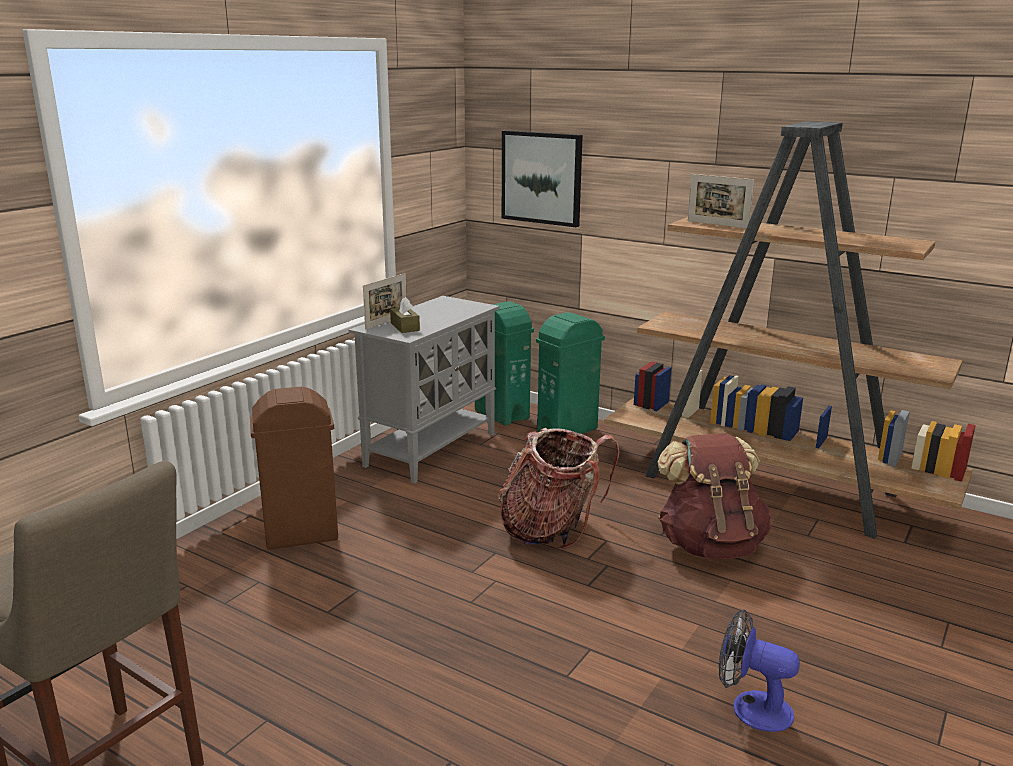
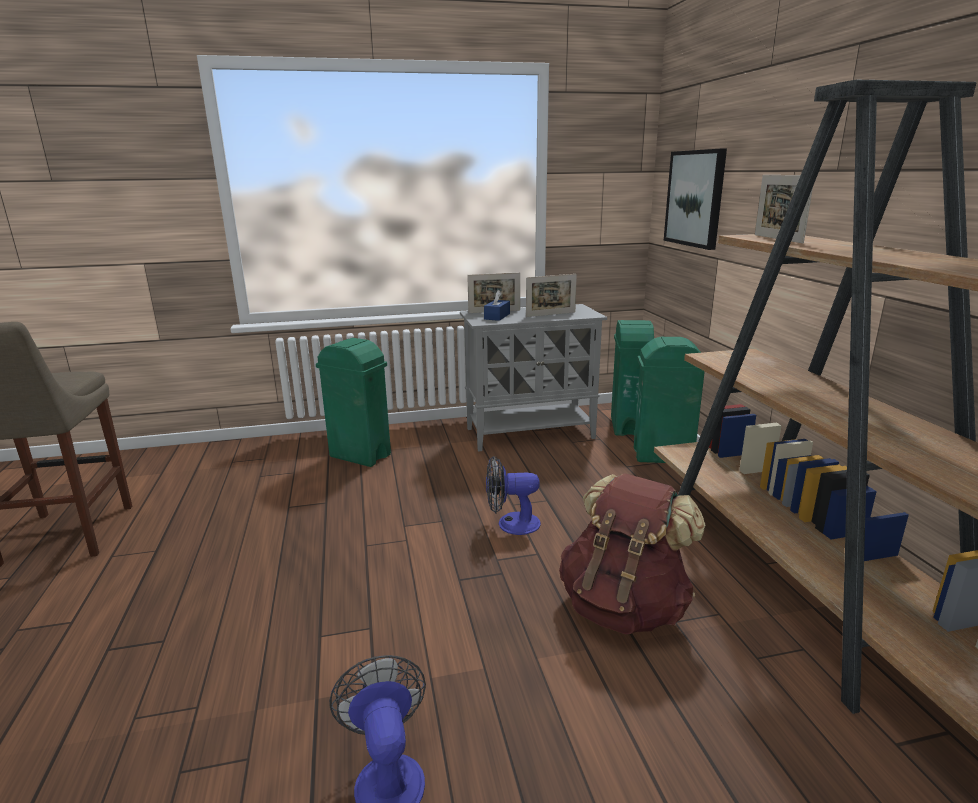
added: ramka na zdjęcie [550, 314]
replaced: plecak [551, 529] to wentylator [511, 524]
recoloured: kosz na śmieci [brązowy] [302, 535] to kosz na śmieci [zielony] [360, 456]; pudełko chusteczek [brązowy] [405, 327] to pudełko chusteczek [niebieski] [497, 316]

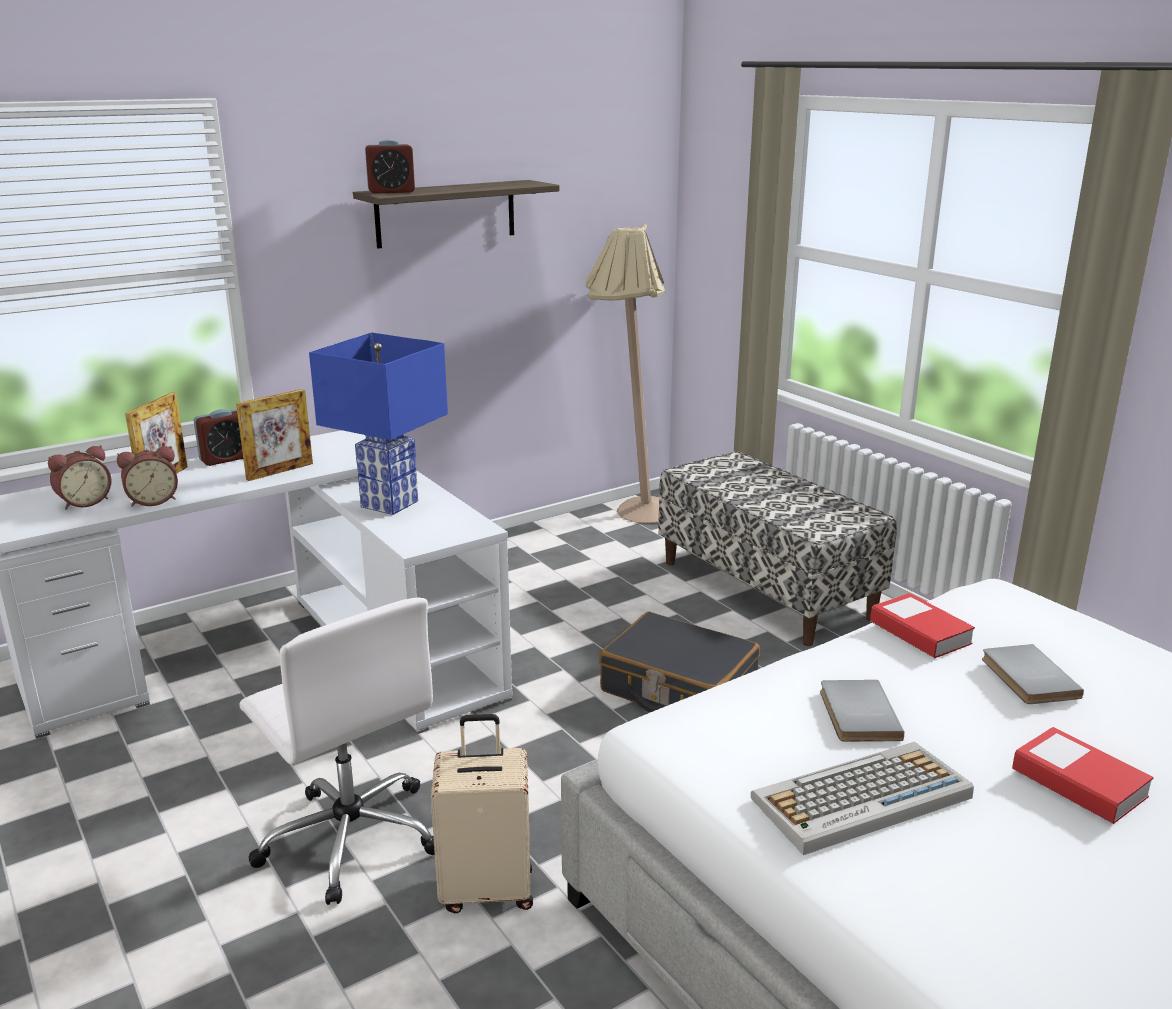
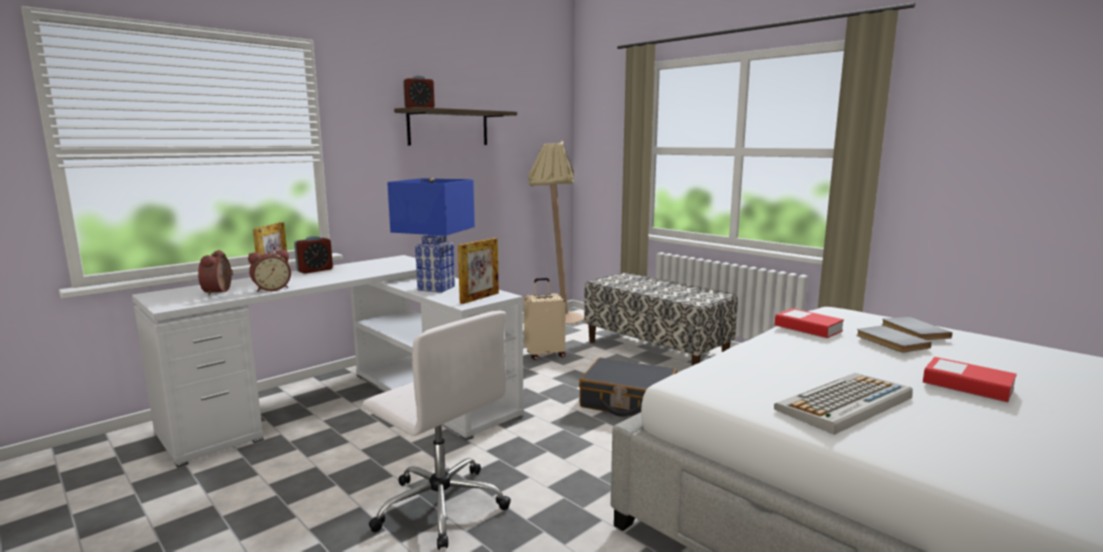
moved: ramka na zdjęcie [280, 471] to [479, 298]; walizka [beżowy] [487, 889] to [544, 354]; książka [szary] [856, 714] to [912, 331]
turned: budzik [84, 502] = [220, 291] 135 degrees clockwise

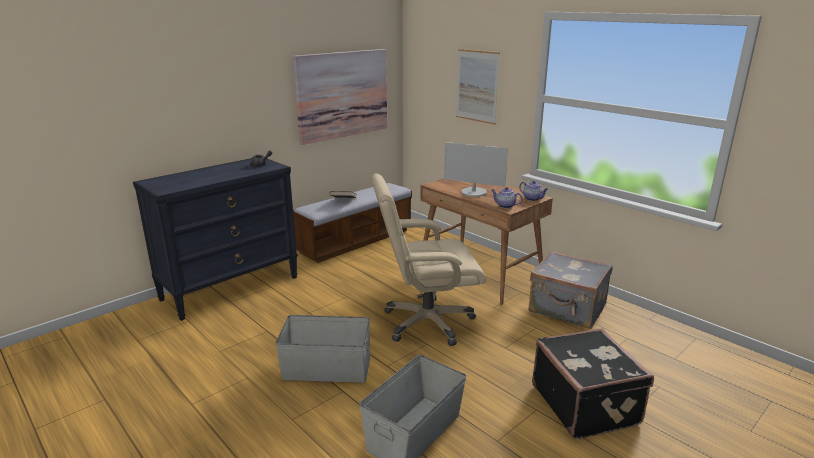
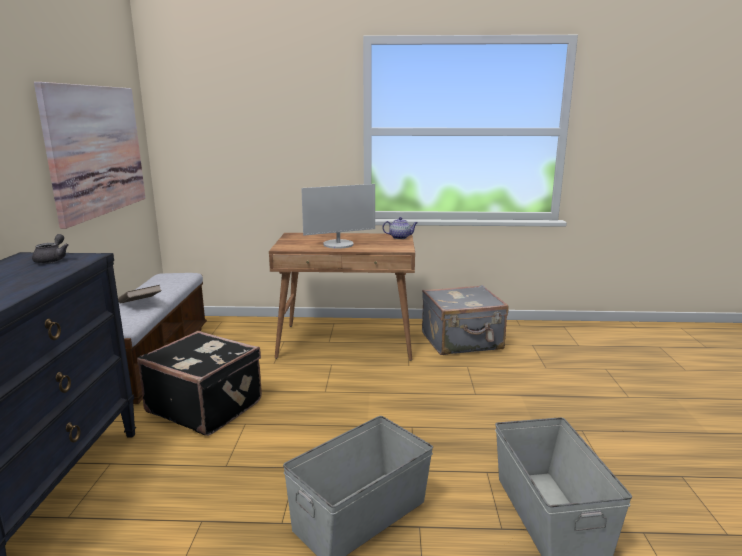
removed: krzesło biurowe [beżowy] [426, 322]; obraz [477, 86]; imbryk [505, 206]
moved: walizka [czarny] [586, 404] to [206, 406]

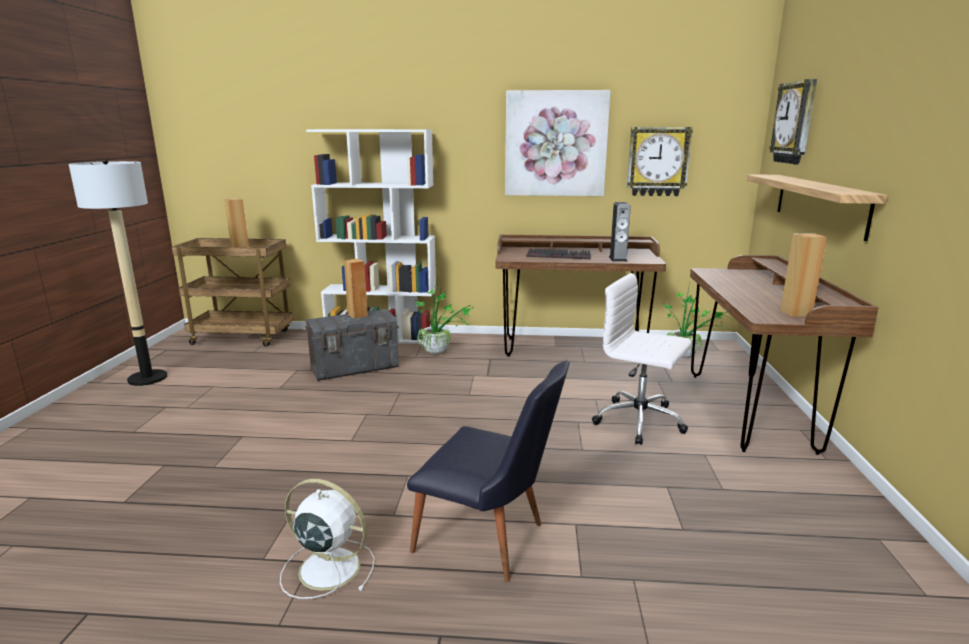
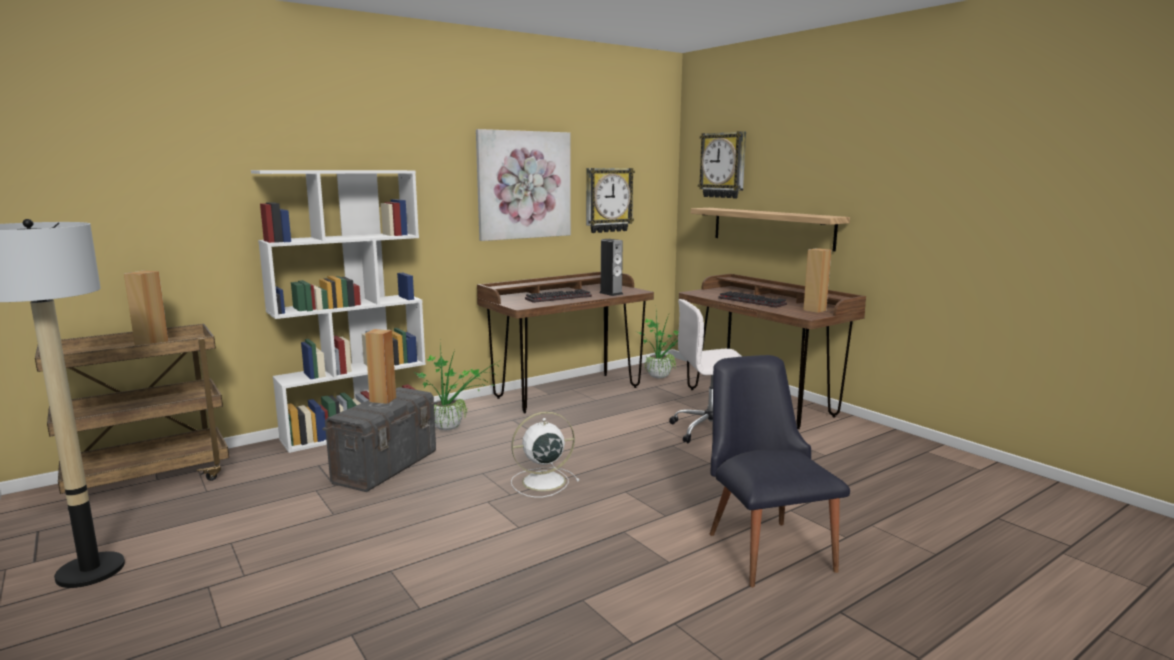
added: klawiatura [753, 301]
moved: wentylator [biały] [327, 567] to [541, 482]
turned: krzesło [czarny] [490, 542] = [764, 545] 90 degrees counterclockwise

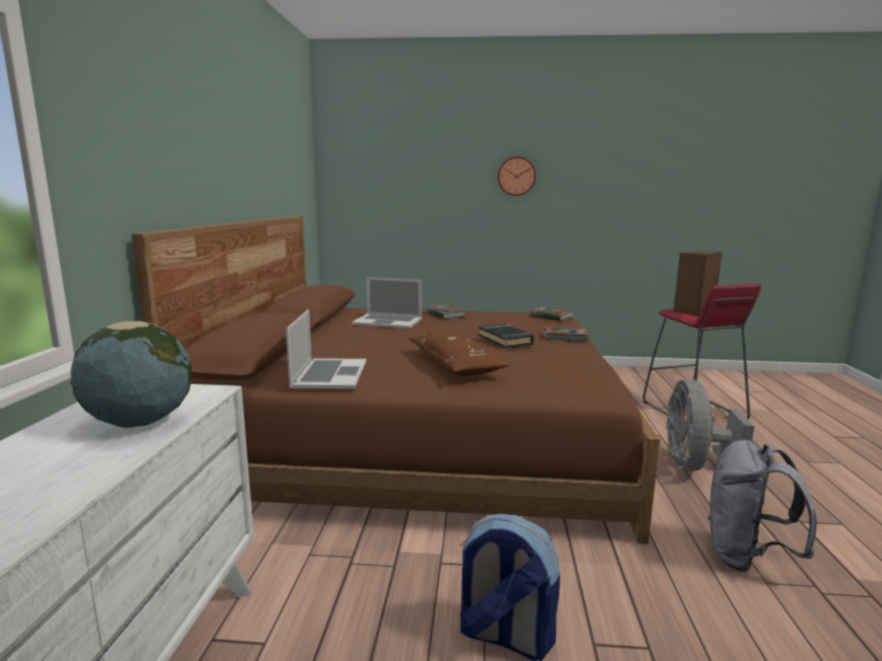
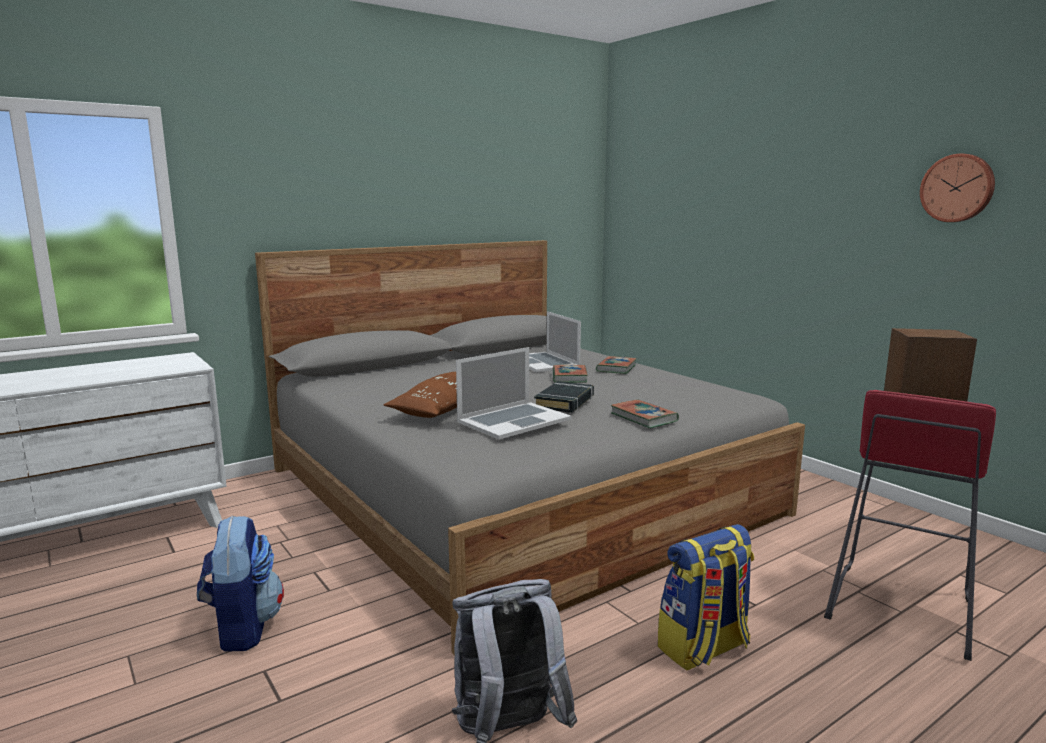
removed: globus [139, 422]
moved: laptop [329, 374] to [513, 420]; zegar ścienny [516, 176] to [957, 188]; książka [551, 316] to [569, 377]
replaced: wentylator [szary] [694, 465] to plecak [704, 648]
recoloured: łóżko [brązowy] [423, 434] to łóżko [szary] [515, 490]

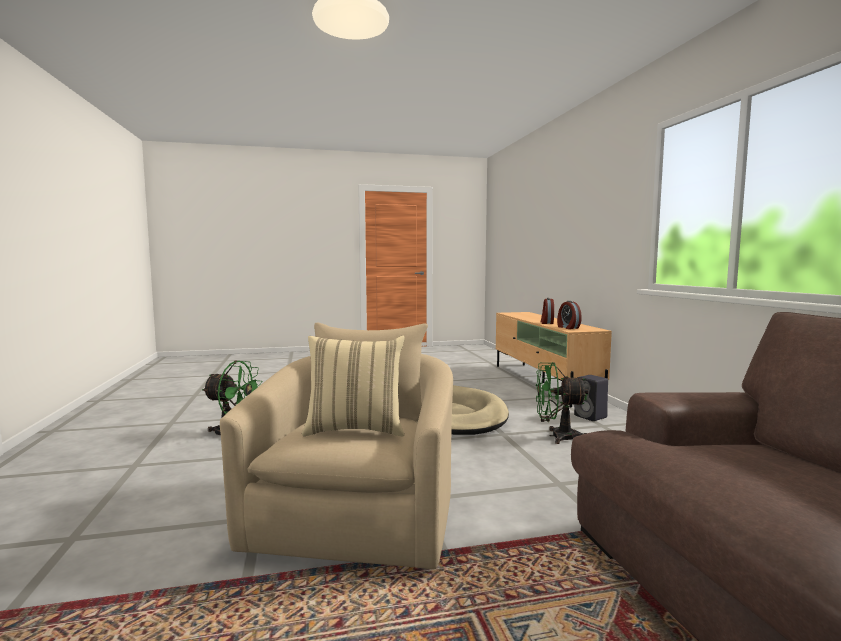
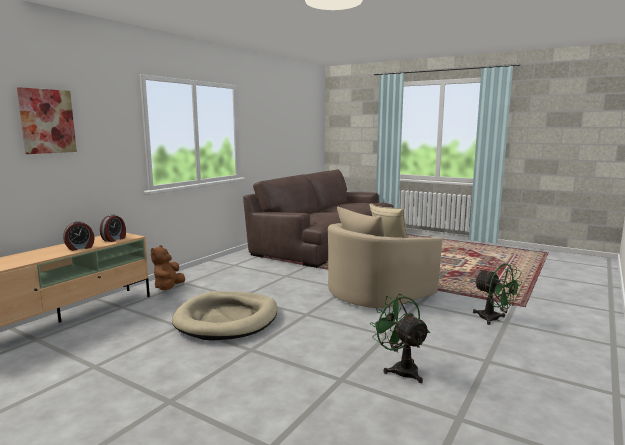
added: obraz [47, 121]
moved: wentylator [zielony] [557, 436] to [494, 319]
replaced: głośnik [czarny] [591, 417] to pluszak [brązowy] [168, 288]

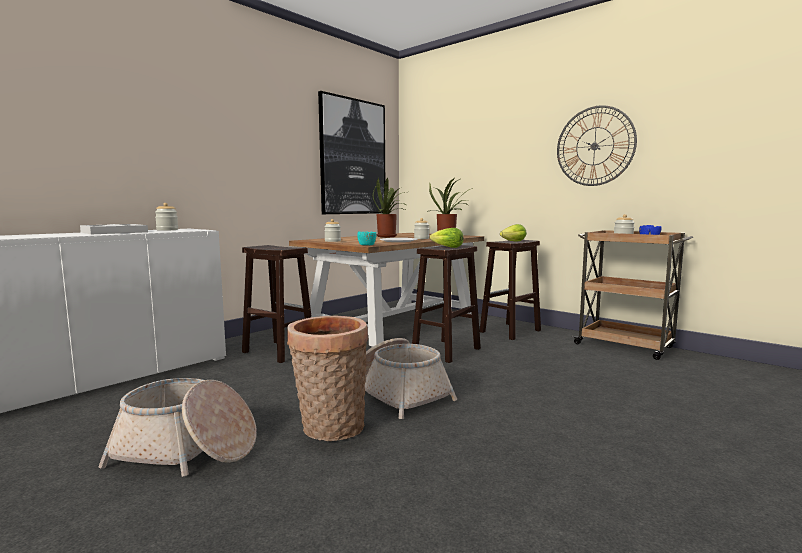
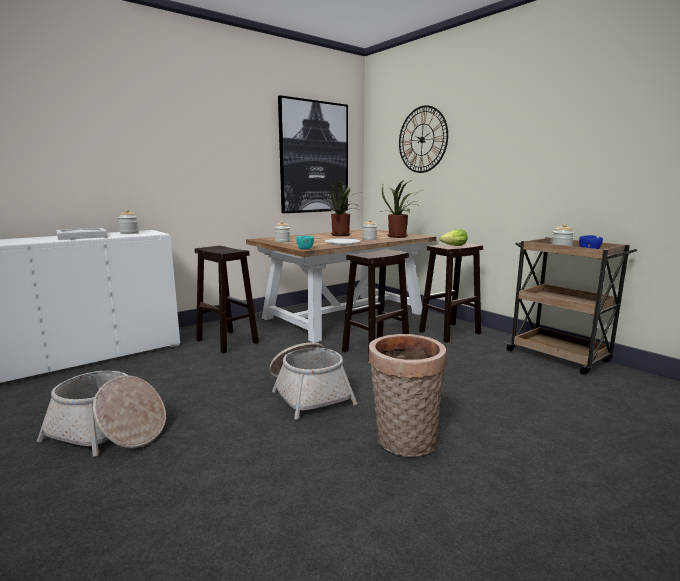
removed: sałata [447, 247]
moved: koszyk [330, 429] to [403, 442]; zegar ścienny [594, 146] to [422, 139]

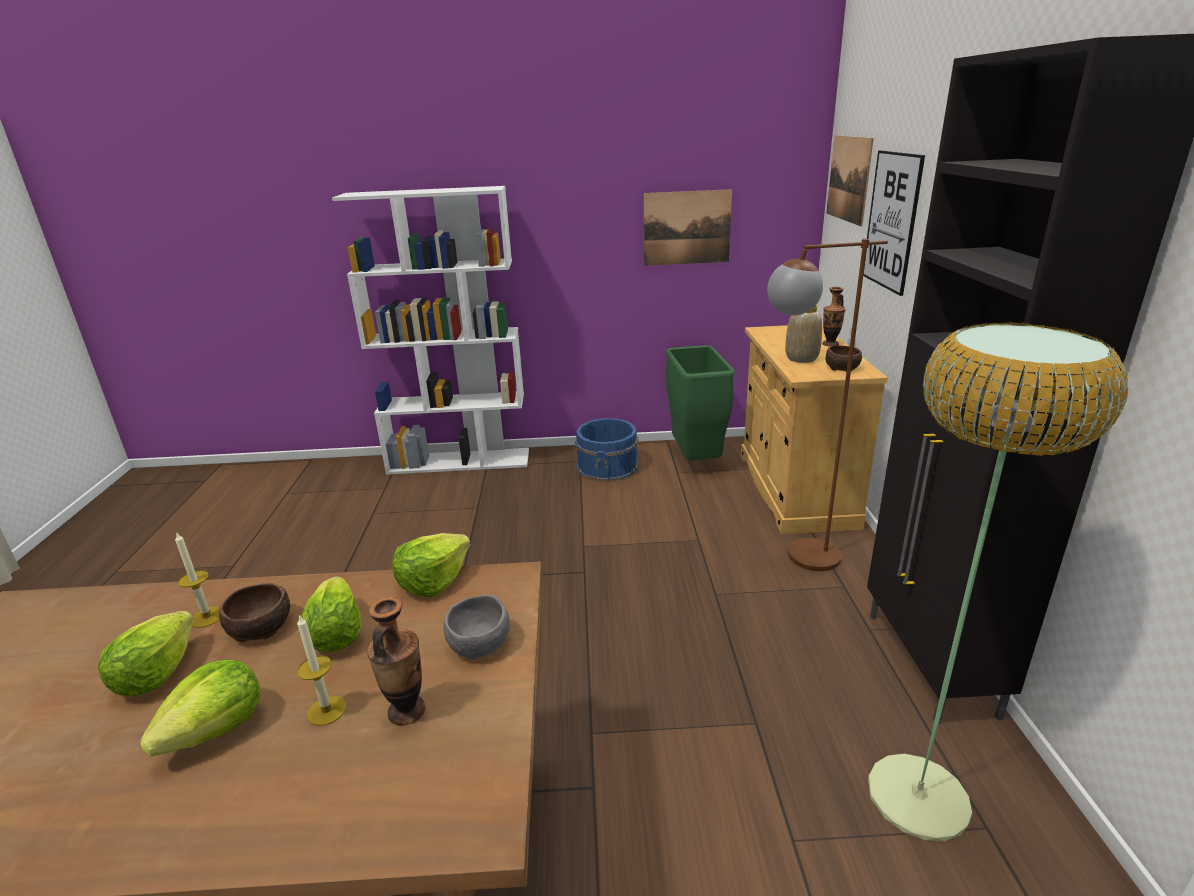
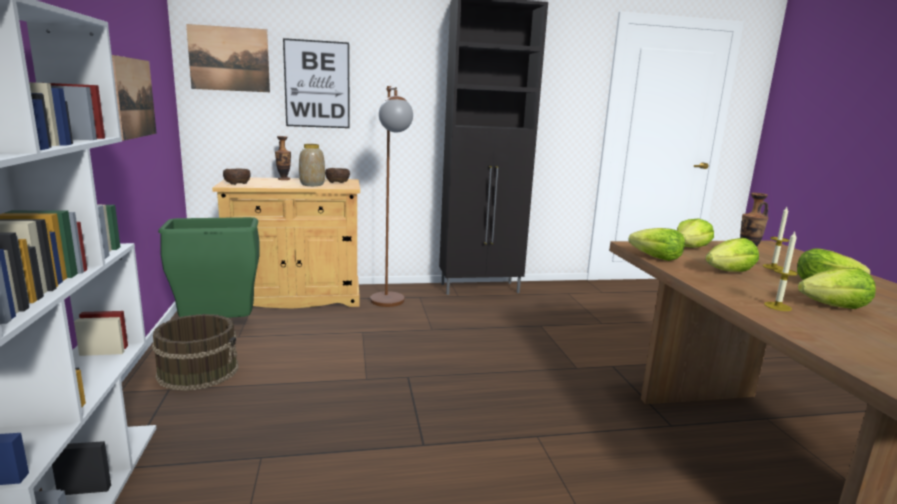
removed: lampa stojąca [918, 797]
moved: miska [brązowy] [262, 626] to [237, 183]
replaced: miska [szary] [478, 644] to sałata [690, 248]
recoloured: wiadro [niebieski] [608, 466] to wiadro [brązowy] [199, 371]

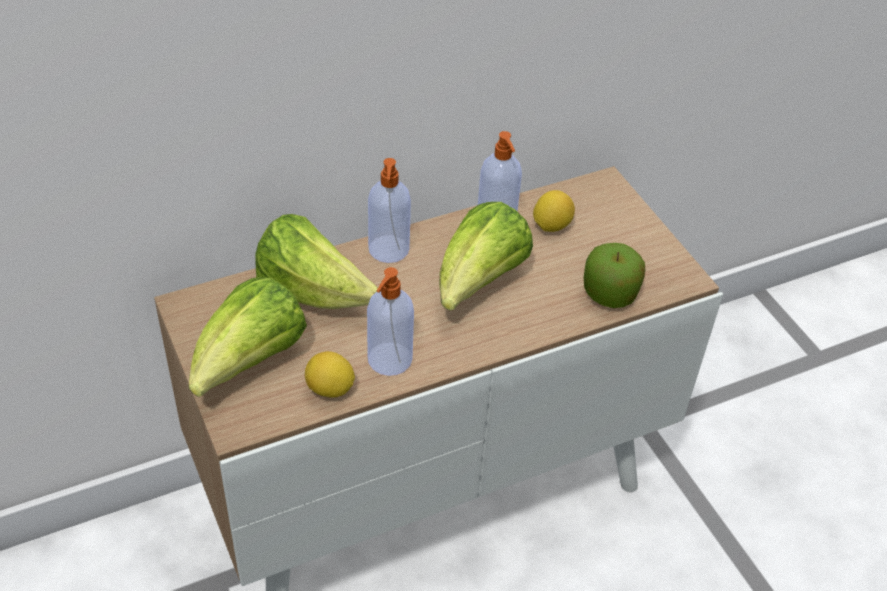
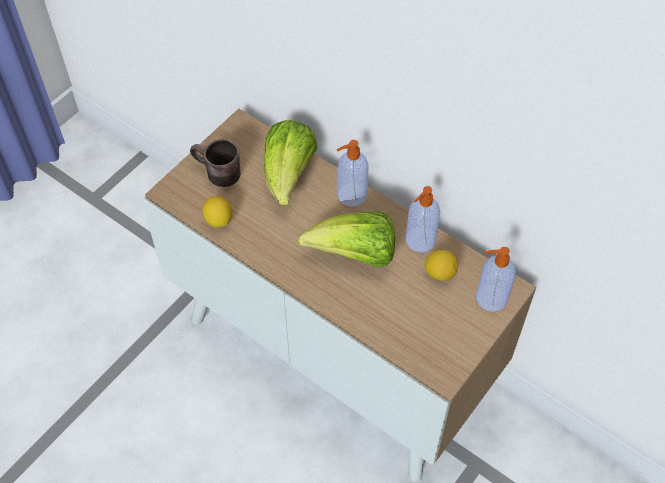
removed: jabłko [609, 293]
moved: dozownik mydła [389, 360] to [490, 298]
replaced: sałata [250, 363] to kubek [brązowy] [216, 174]

